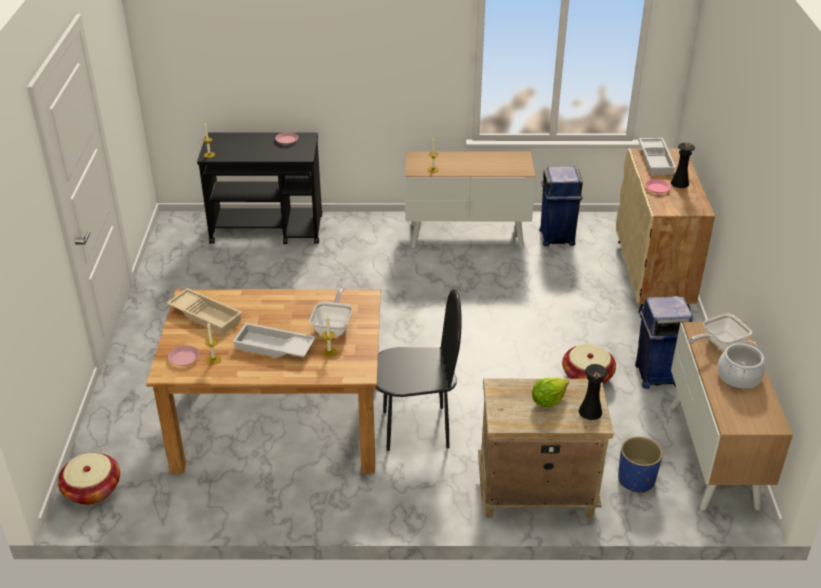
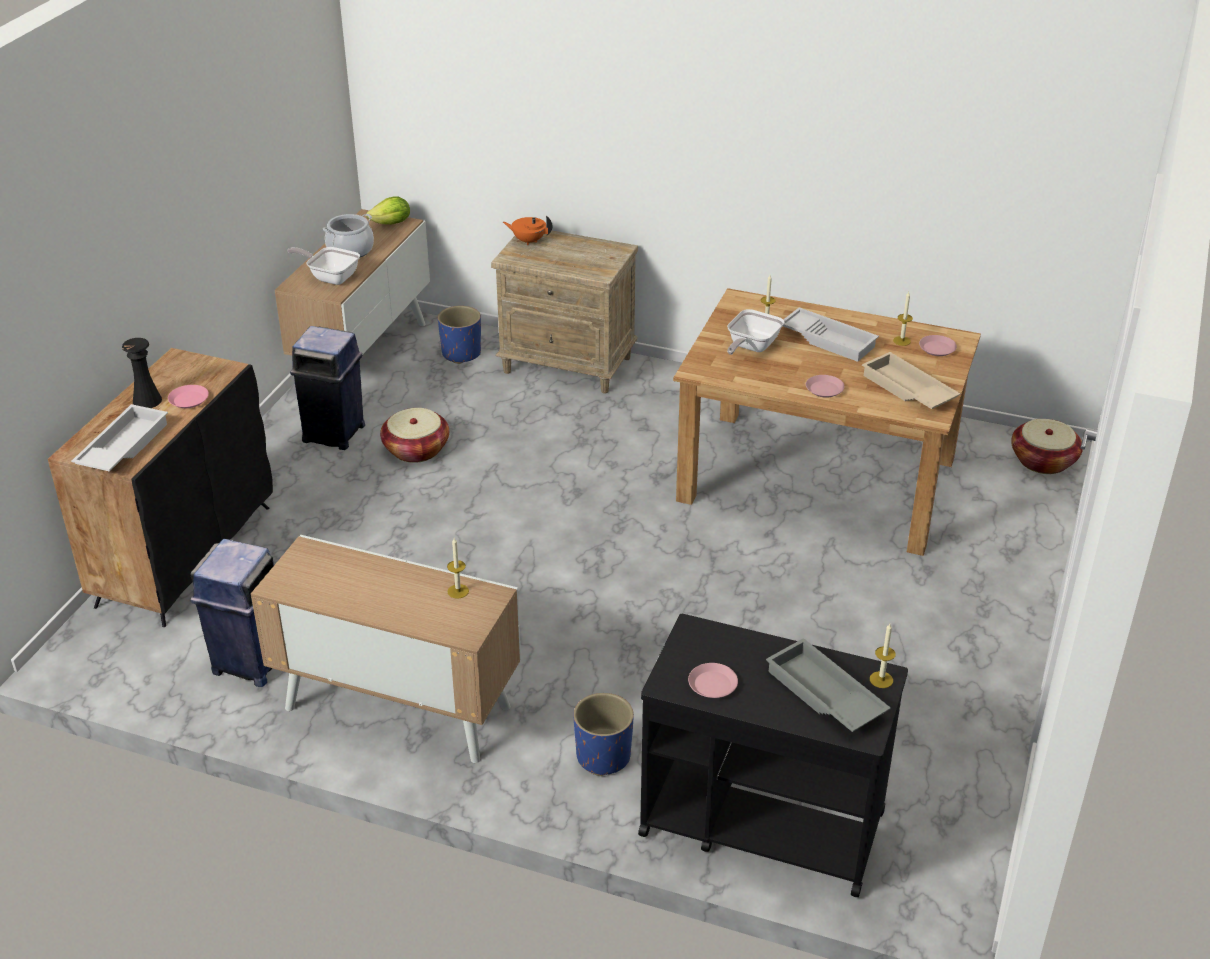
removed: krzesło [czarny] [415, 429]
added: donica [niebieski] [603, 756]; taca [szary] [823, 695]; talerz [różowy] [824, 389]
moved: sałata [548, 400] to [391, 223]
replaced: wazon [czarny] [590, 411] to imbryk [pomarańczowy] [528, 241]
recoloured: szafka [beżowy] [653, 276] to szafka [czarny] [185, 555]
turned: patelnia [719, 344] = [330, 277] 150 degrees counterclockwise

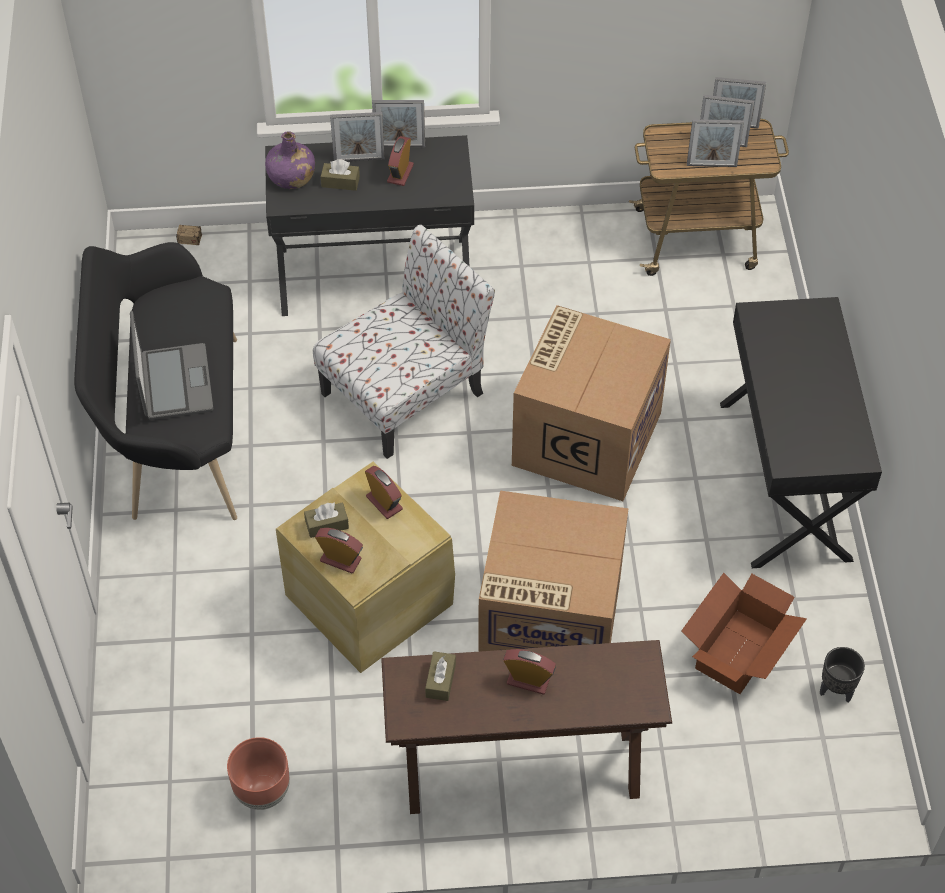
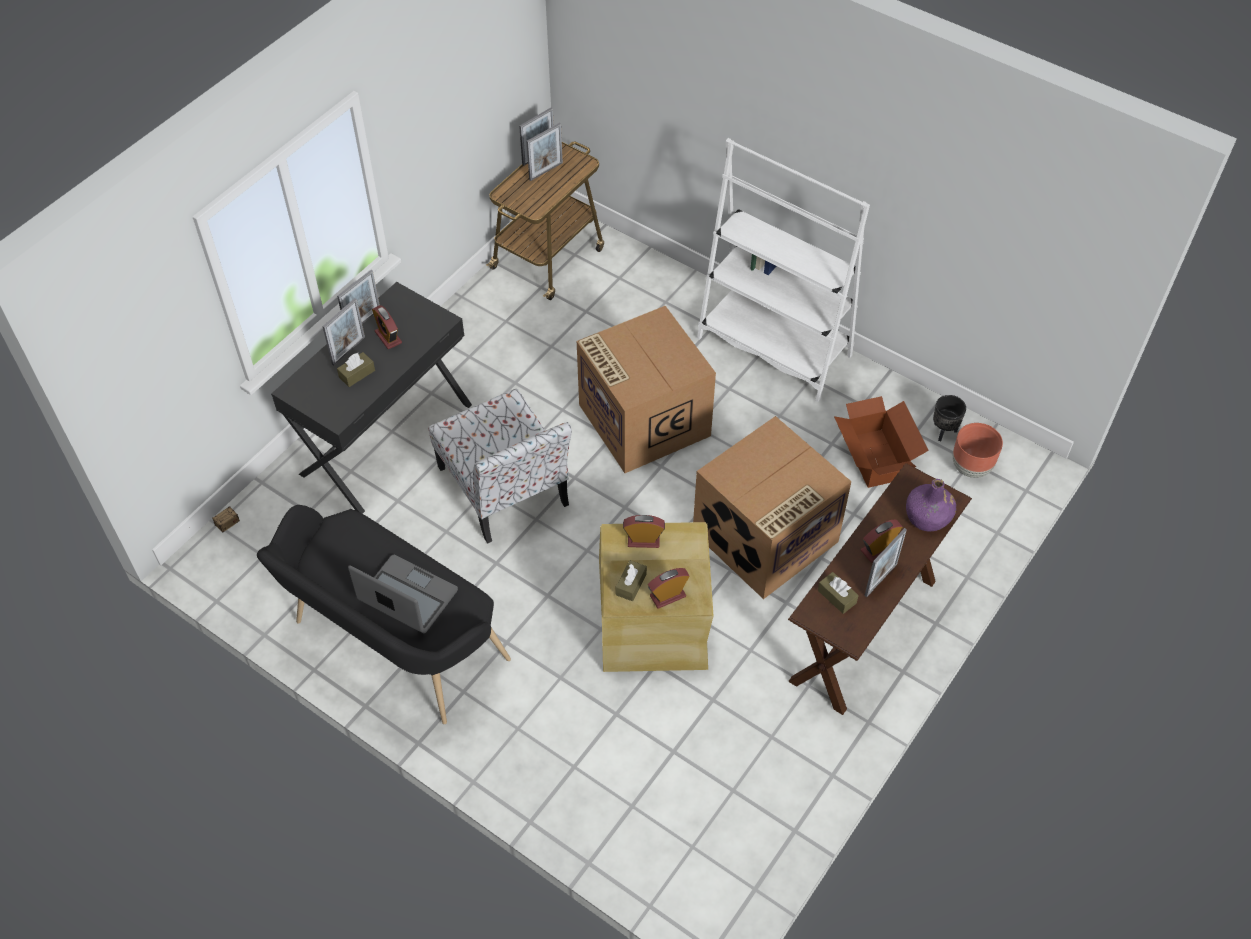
moved: donica [brązowy] [263, 791] to [971, 467]; butelka [fioletowy] [291, 177] to [928, 517]; ramka na zdjęcie [711, 165] to [880, 580]
replaced: biurko [czarny] [786, 480] to regał [biały] [774, 347]
turned: krzesło [406, 392] = [505, 488] 150 degrees clockwise

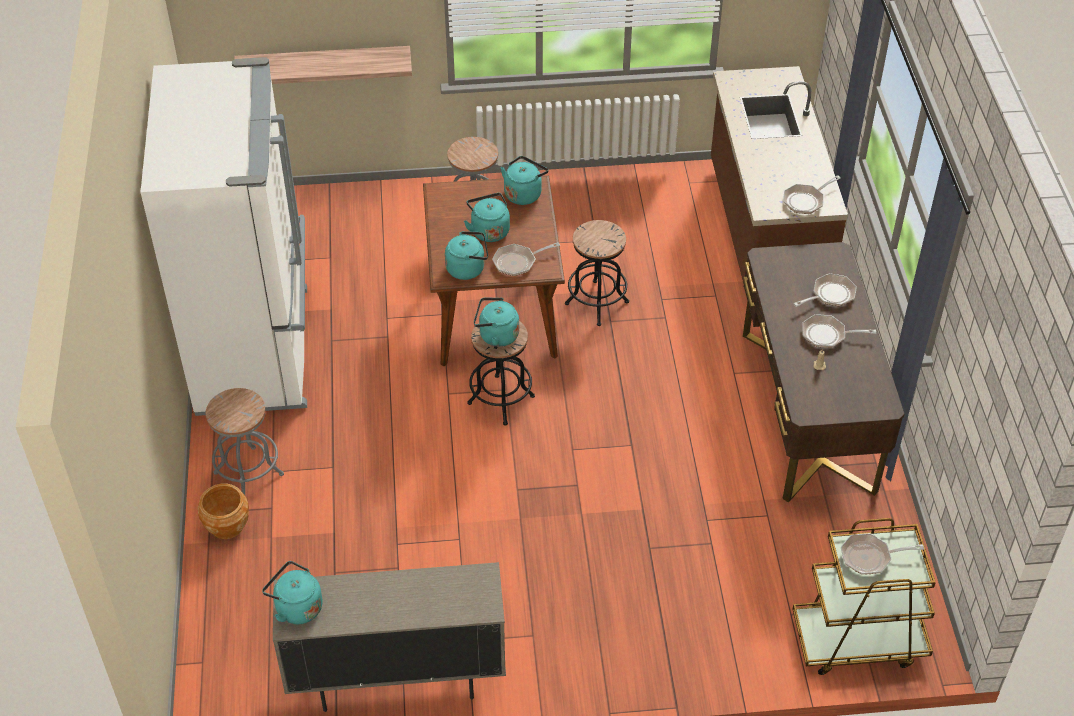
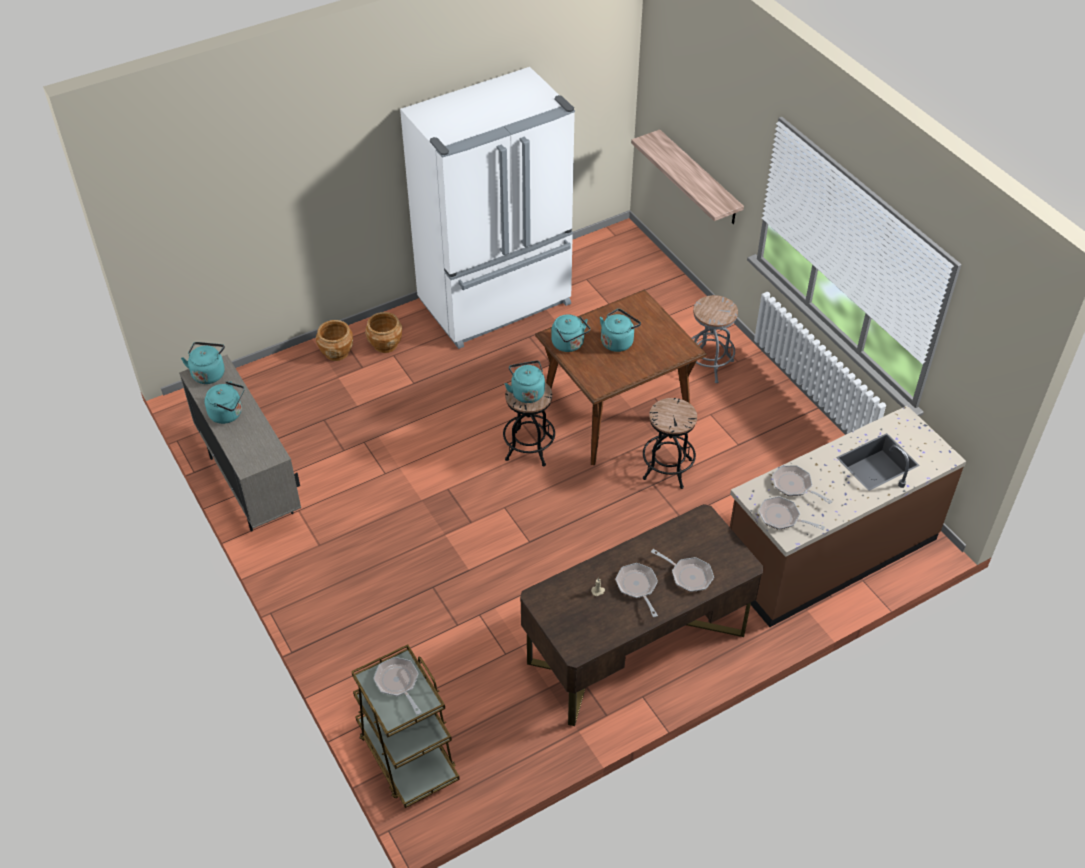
moved: patelnia [518, 262] to [794, 486]; czajnik [turkusowy] [524, 193] to [228, 414]
replaced: stołek [szary] [248, 473] to donica [brązowy] [385, 344]

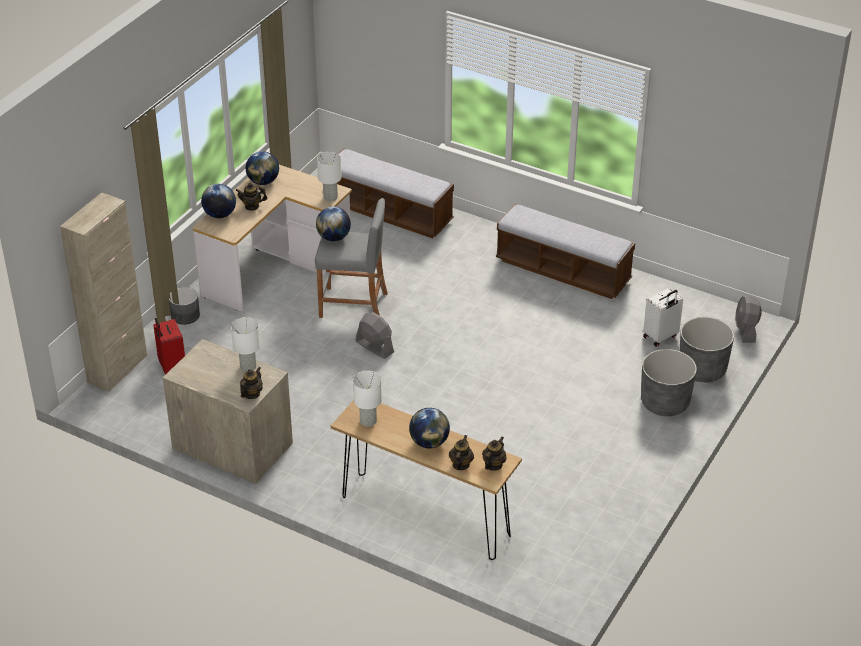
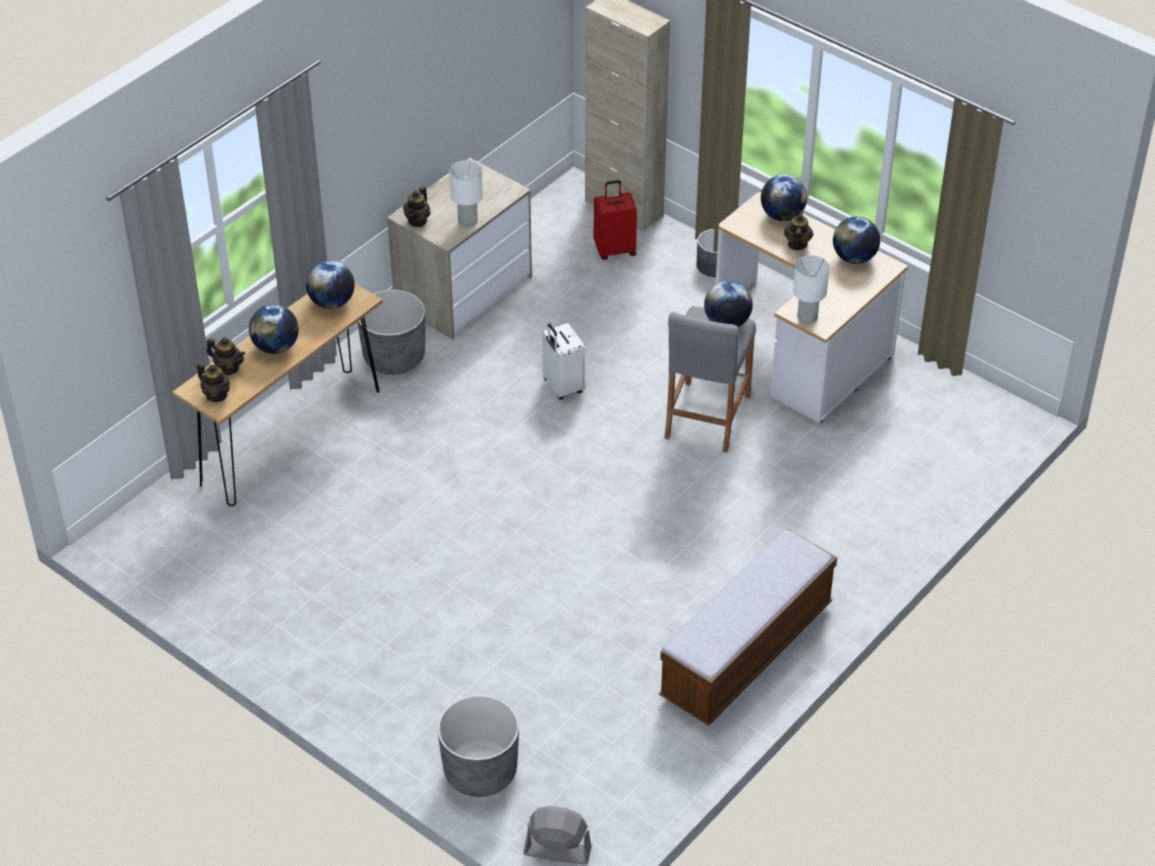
removed: ławka [389, 213]; wentylator [szary] [374, 347]
moved: donica [szary] [665, 402] to [394, 357]; walizka [biały] [661, 337] to [562, 386]
replaced: lampa stołowa [biały] [368, 421] to globus [332, 302]
turned: imbryk [251, 394] = [417, 220] 75 degrees clockwise

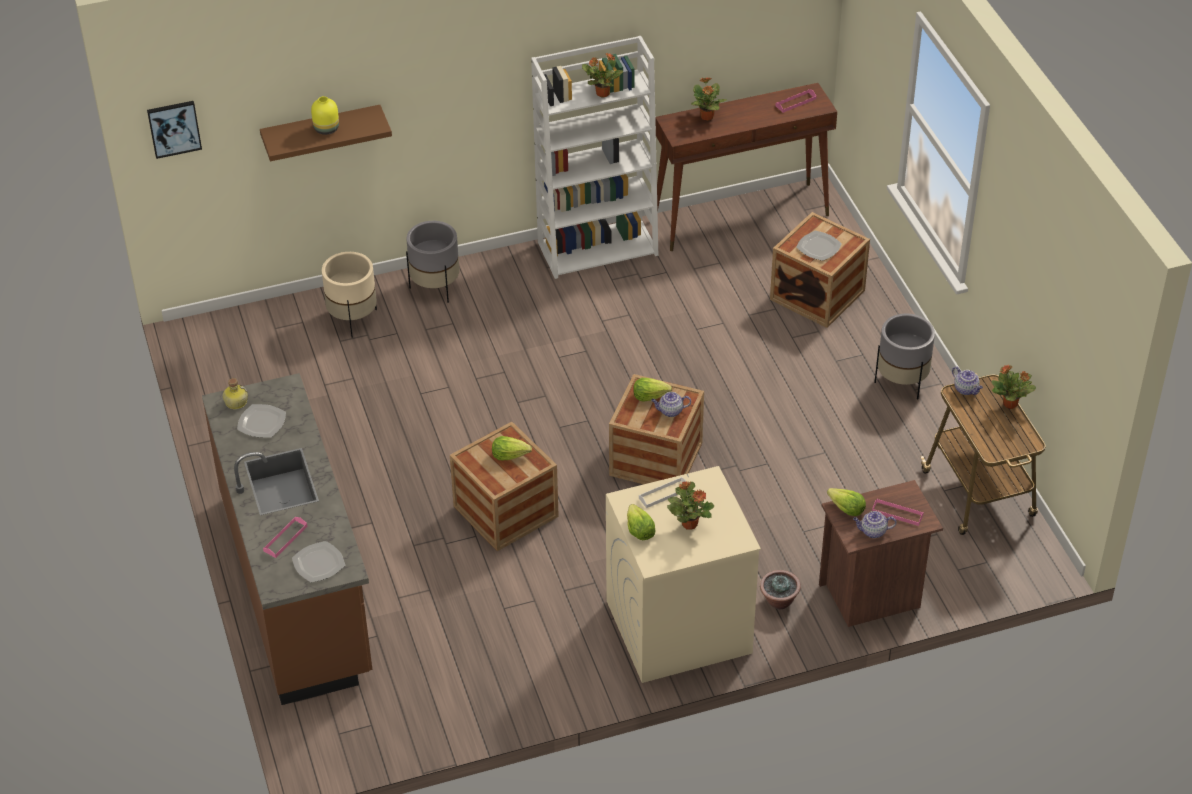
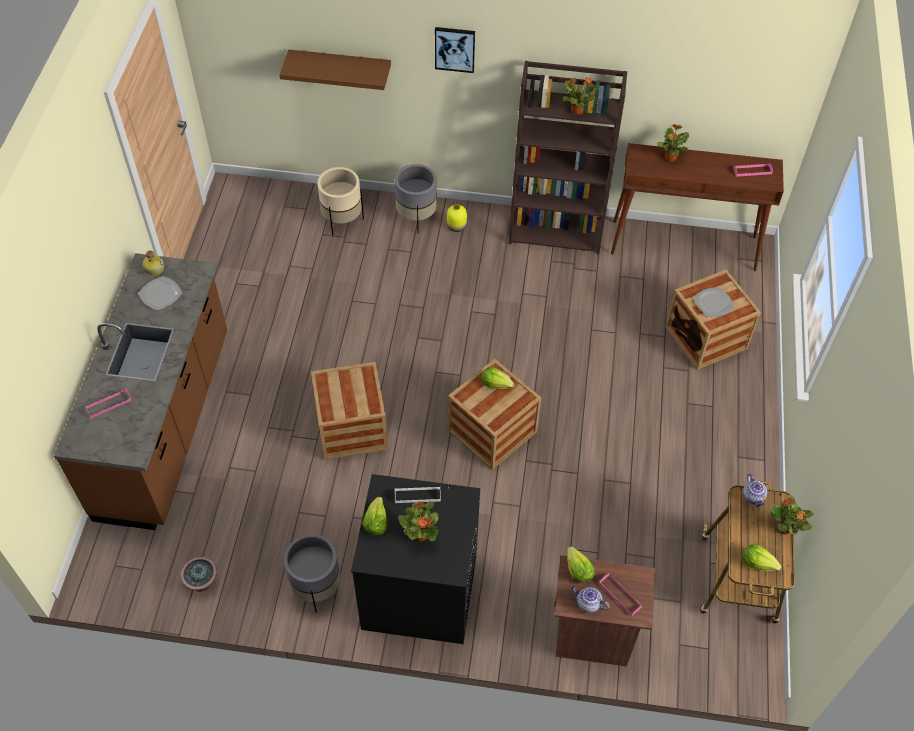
removed: talerz [318, 563]; imbryk [670, 411]
moved: obraz [174, 128] to [455, 49]; wazon [żółty] [326, 129] to [456, 227]; sałata [510, 455] to [758, 563]; roślina doniczkowa [779, 601] to [202, 582]; donica [szary] [901, 382] to [316, 587]
recoloured: regał [biały] [598, 248] to regał [brązowy] [557, 230]; pralka [beżowy] [677, 627] to pralka [czarny] [419, 591]

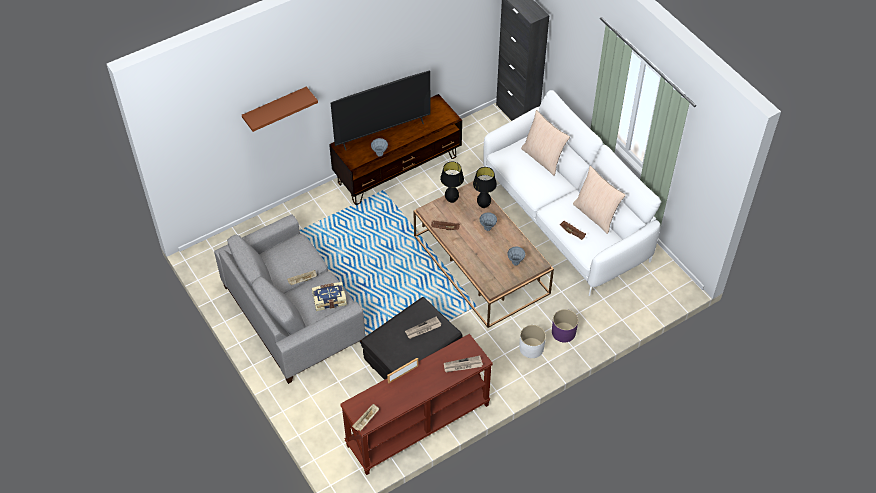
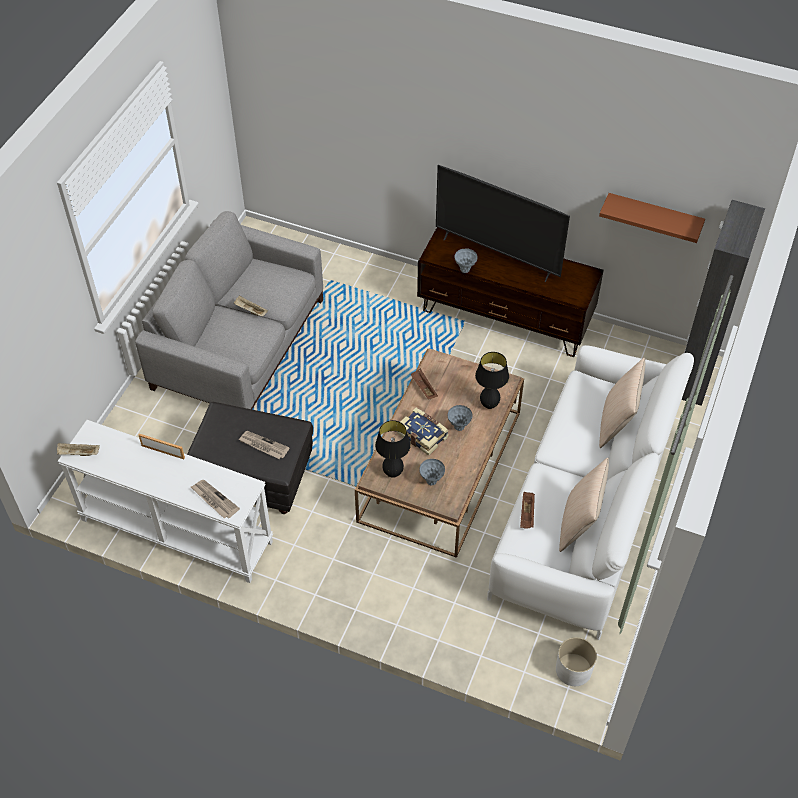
removed: donica [fioletowy] [563, 332]
moved: półka [brązowy] [275, 108] to [653, 217]; książka [329, 299] to [423, 435]; lampa stołowa [czarny] [451, 200] to [392, 473]; donica [biały] [531, 348] to [573, 669]
recoloured: stolik konsolowy [brązowy] [418, 426] to stolik konsolowy [biały] [175, 532]

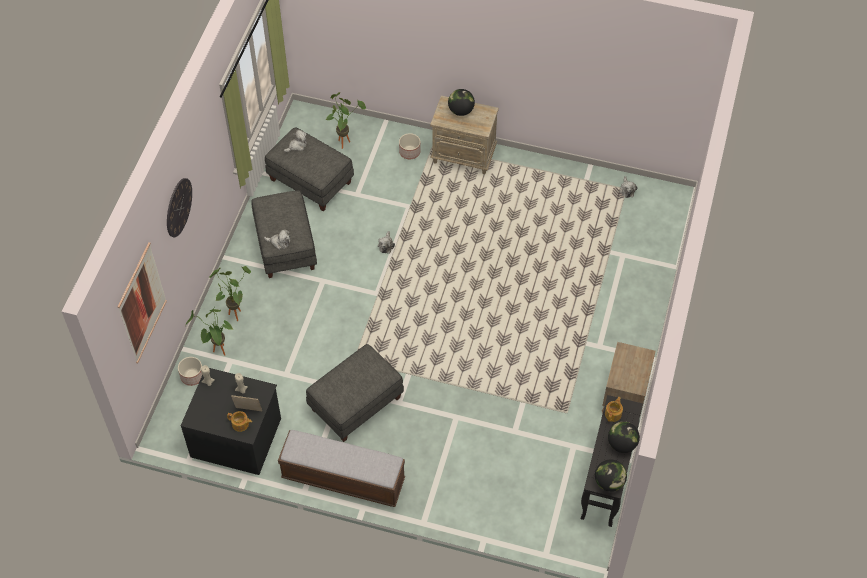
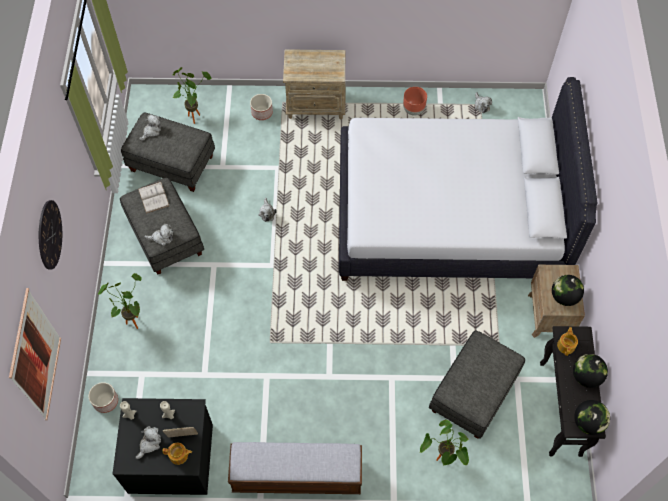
added: pluszak [149, 444]; książka [biały] [153, 197]; łóżko [biały] [448, 215]; donica [brązowy] [414, 110]
moved: roślina doniczkowa [218, 353] to [442, 460]; pufa [szary] [356, 404] to [474, 394]; globus [461, 111] to [564, 297]

